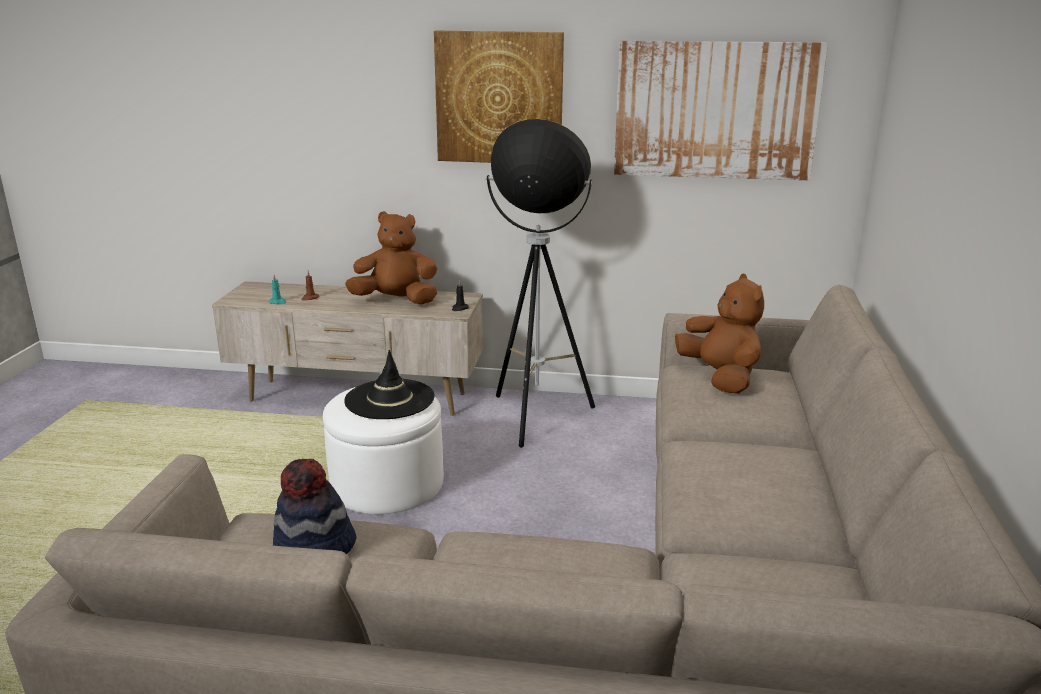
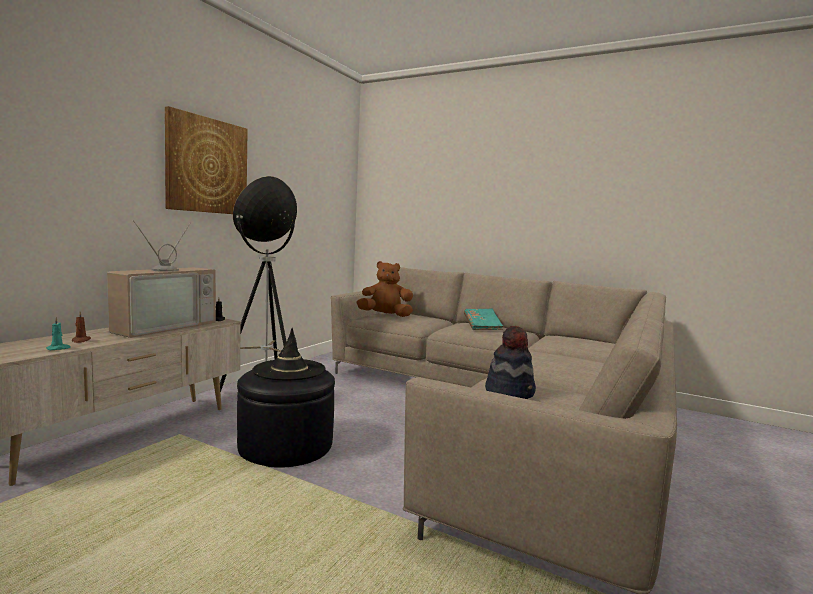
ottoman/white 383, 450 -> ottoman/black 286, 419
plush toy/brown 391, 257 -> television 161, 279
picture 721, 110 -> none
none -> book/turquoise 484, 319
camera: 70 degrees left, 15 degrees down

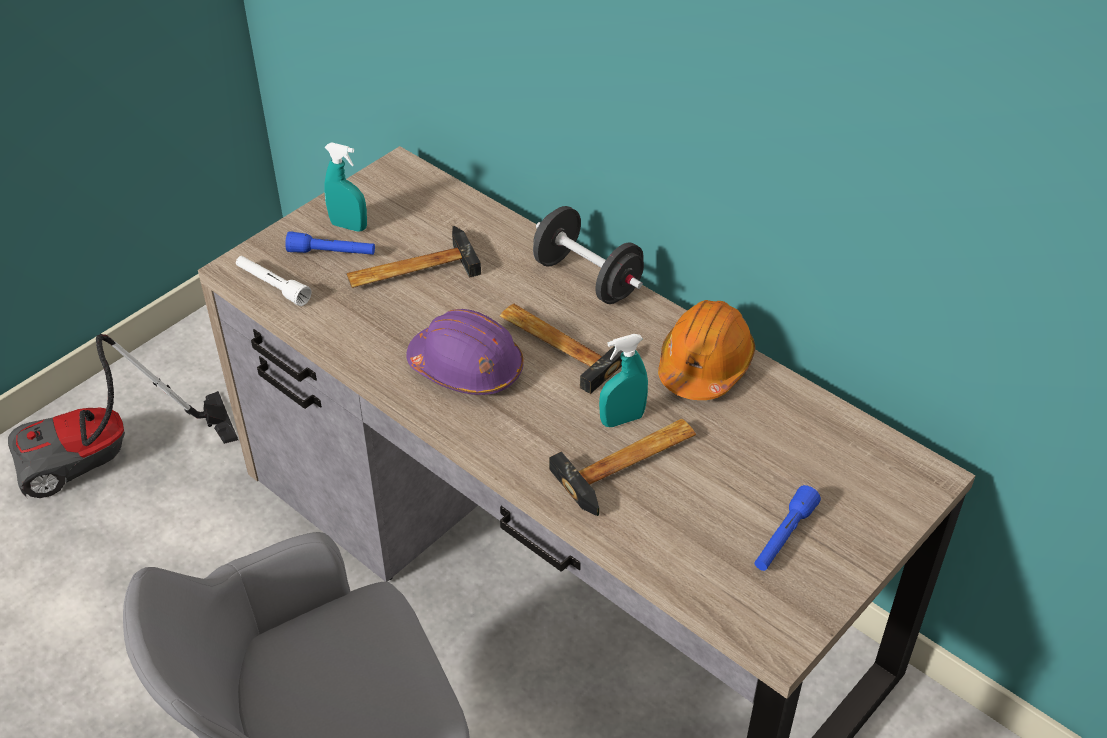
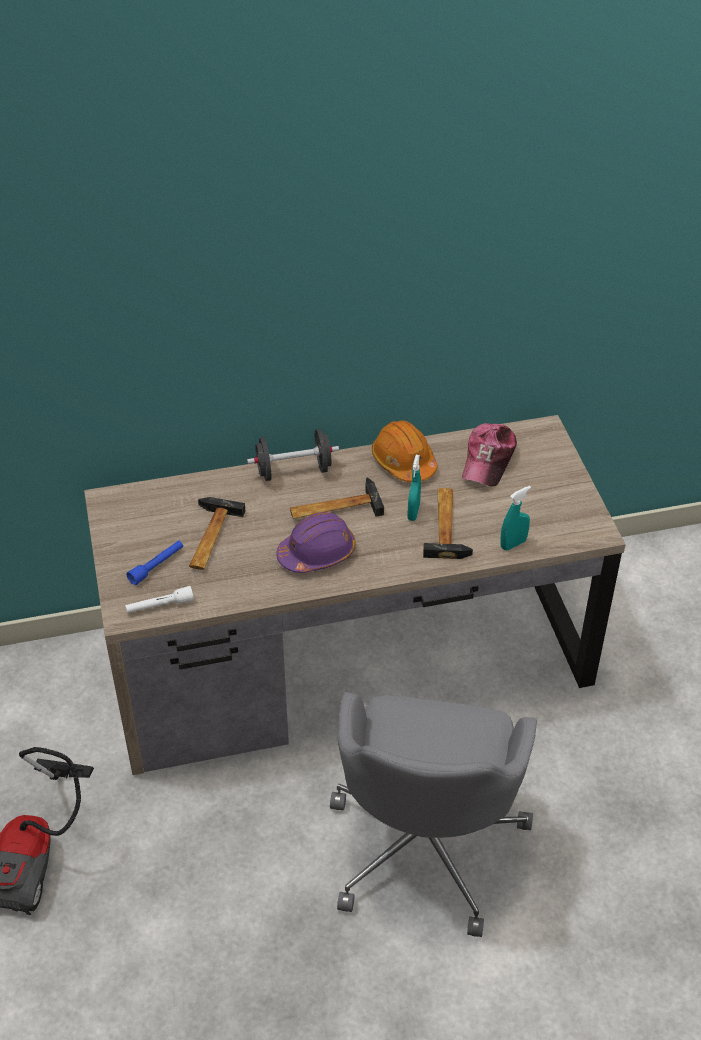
spray bottle/turquoise 345, 187 -> spray bottle/turquoise 515, 518, move
flashlight/blue 788, 528 -> none
none -> cap 489, 454
camera: 55 degrees left, 0 degrees up

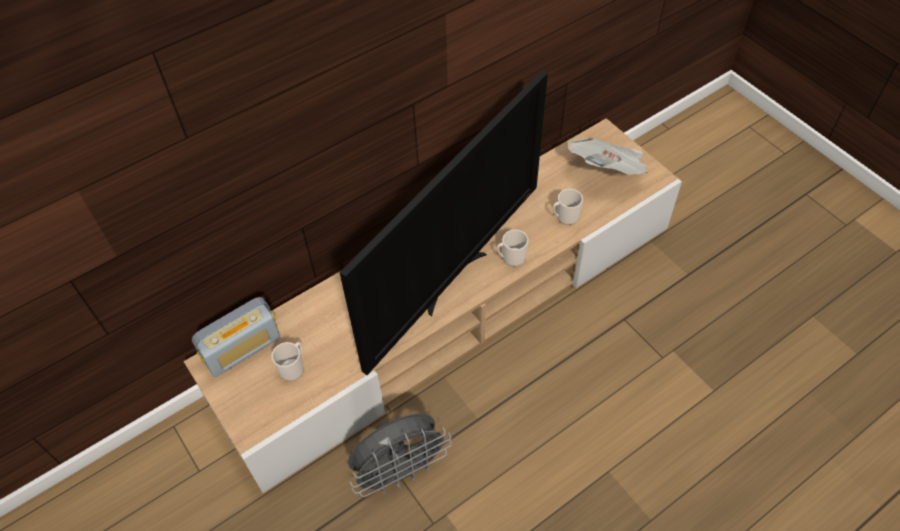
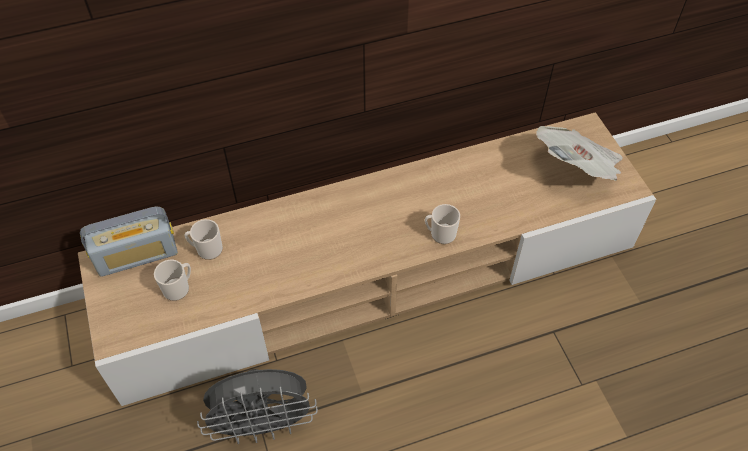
television 443, 223 -> none
mug 568, 207 -> mug 203, 239, move
camera: 15 degrees right, 0 degrees up

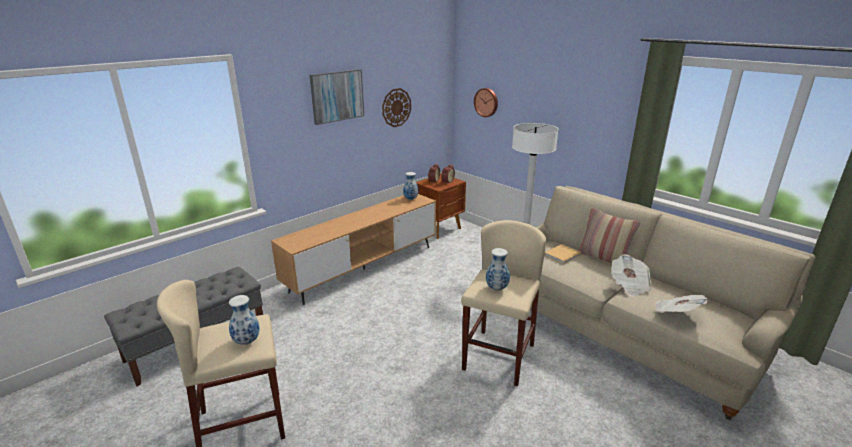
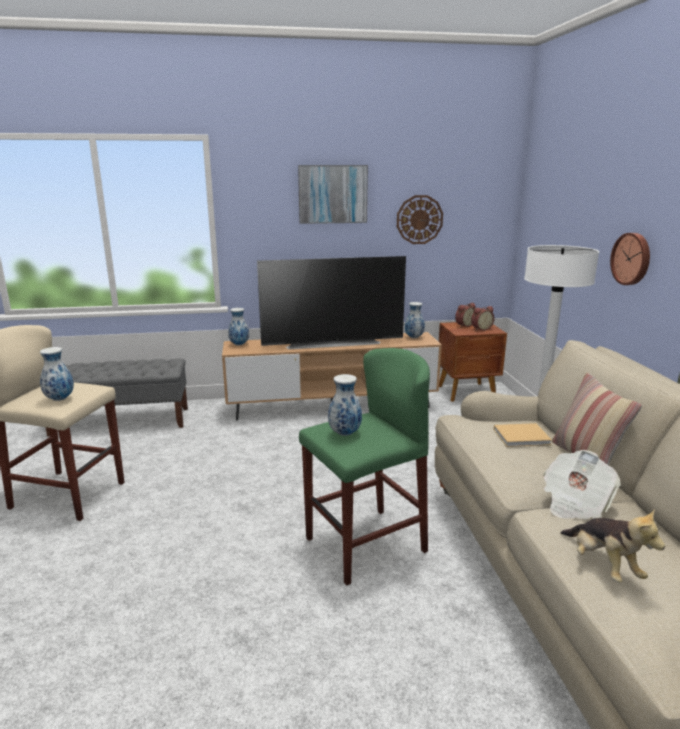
stool/beige 503, 303 -> stool/green 364, 467
wall clock 486, 102 -> wall clock 630, 259, move
newspaper 681, 303 -> plush toy 612, 546
none -> vase 238, 326
none -> television 331, 302
camera: 35 degrees right, 5 degrees down

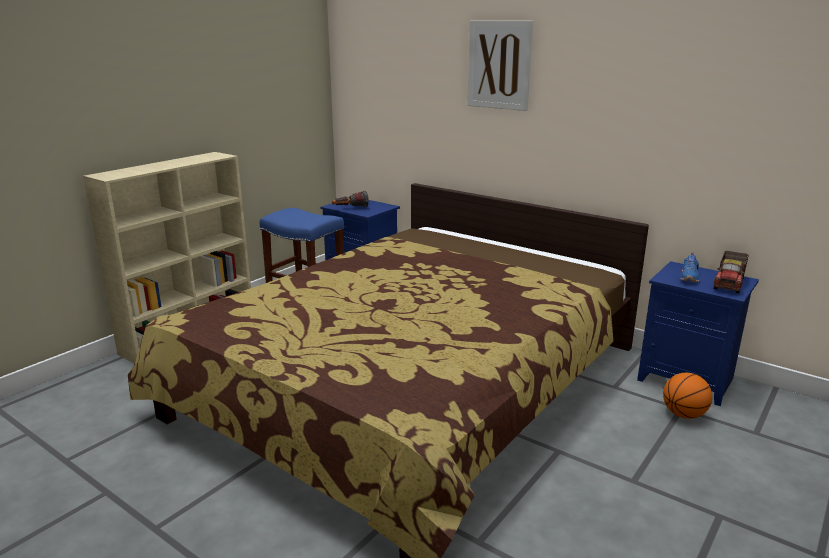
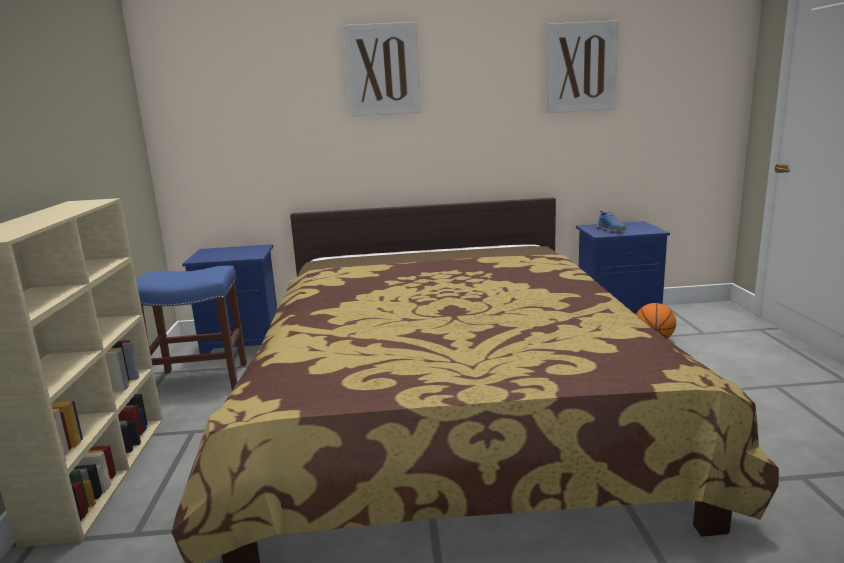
flashlight 350, 199 -> none
toy truck 731, 271 -> none
none -> picture 583, 67
camera: 40 degrees left, 5 degrees down

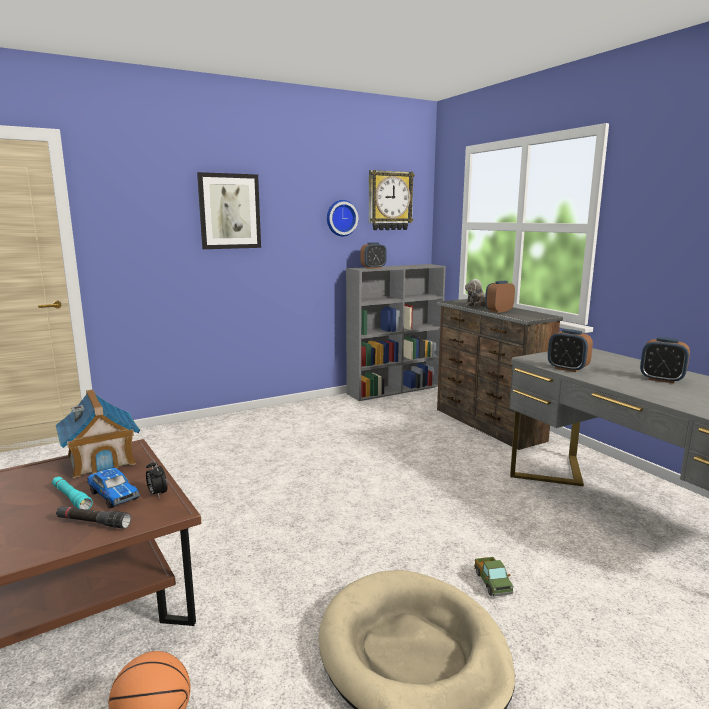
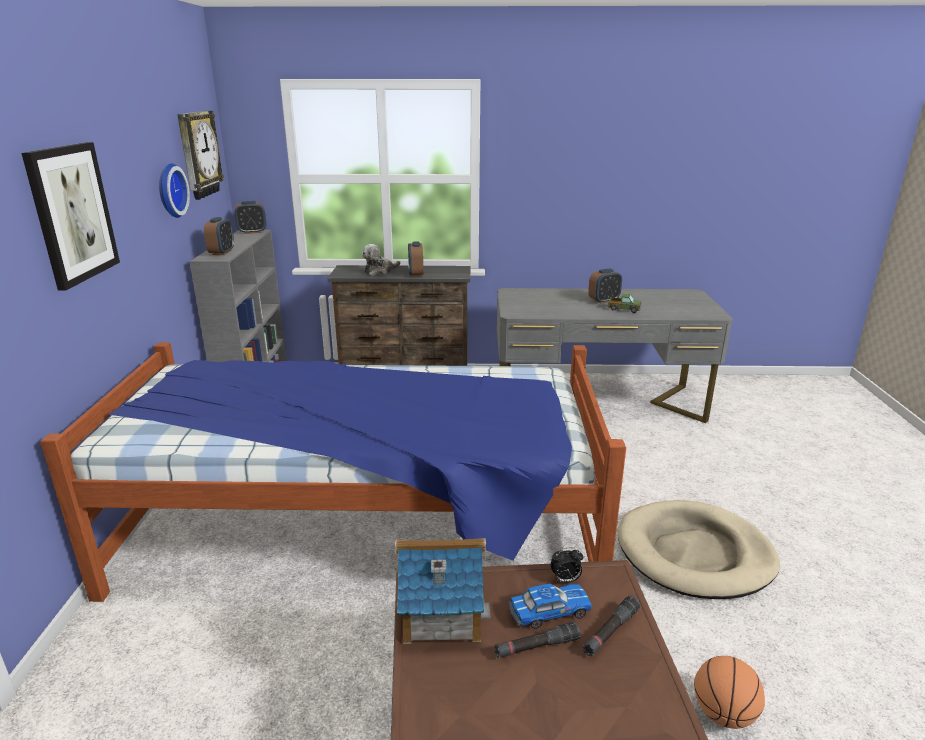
flashlight/turquoise 72, 493 -> flashlight/black 537, 640
toy truck 494, 576 -> toy truck 624, 303, move
alarm clock 570, 350 -> alarm clock 250, 217, move
none -> bed 333, 472
camera: 60 degrees left, 10 degrees up

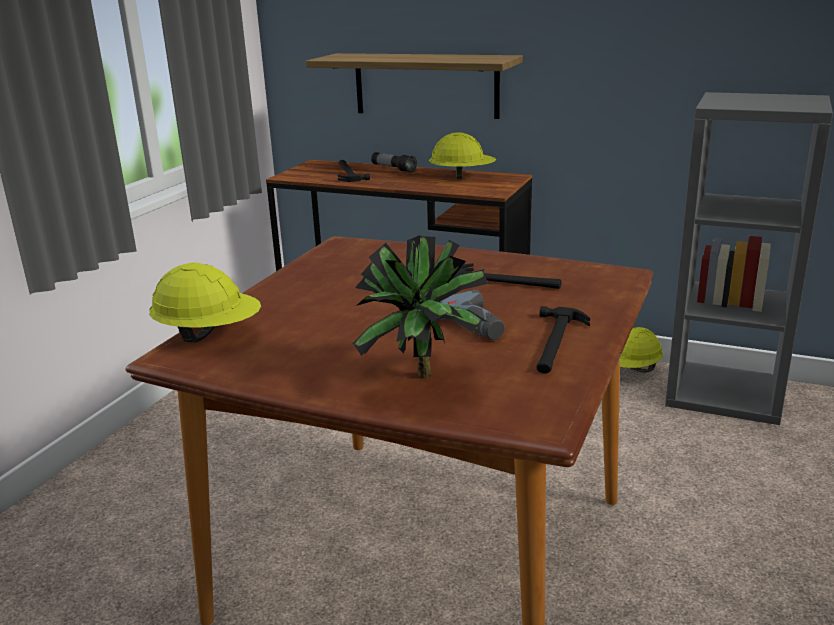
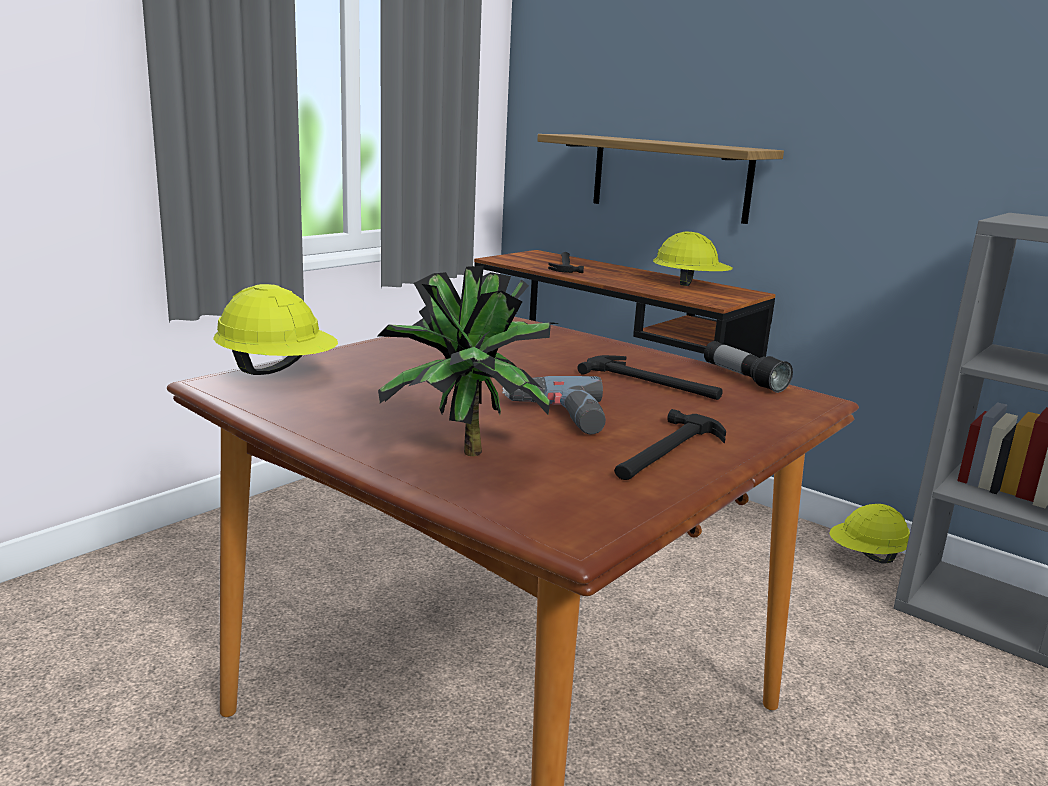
flashlight 394, 162 -> flashlight 748, 367, move
camera: 15 degrees right, 5 degrees down

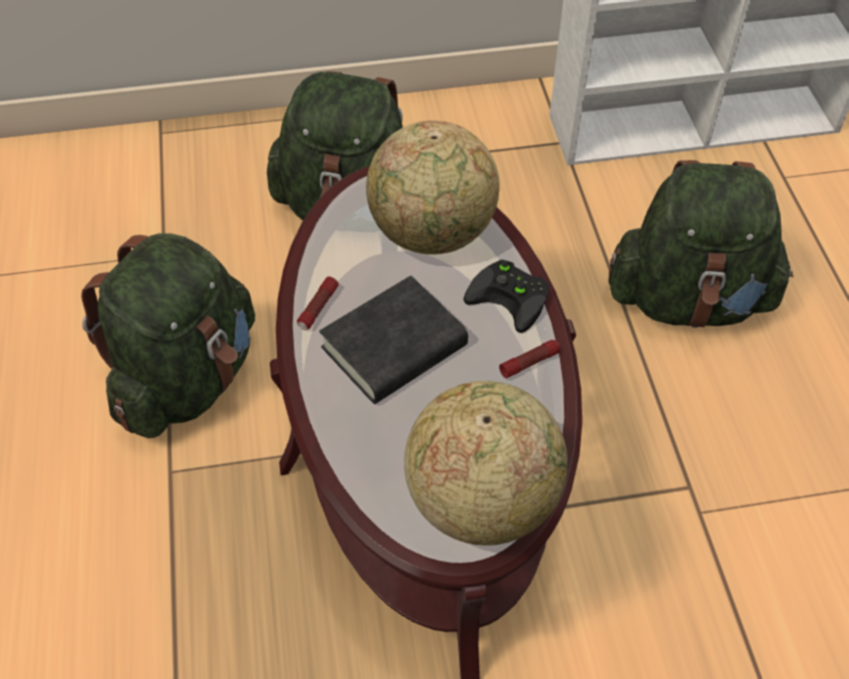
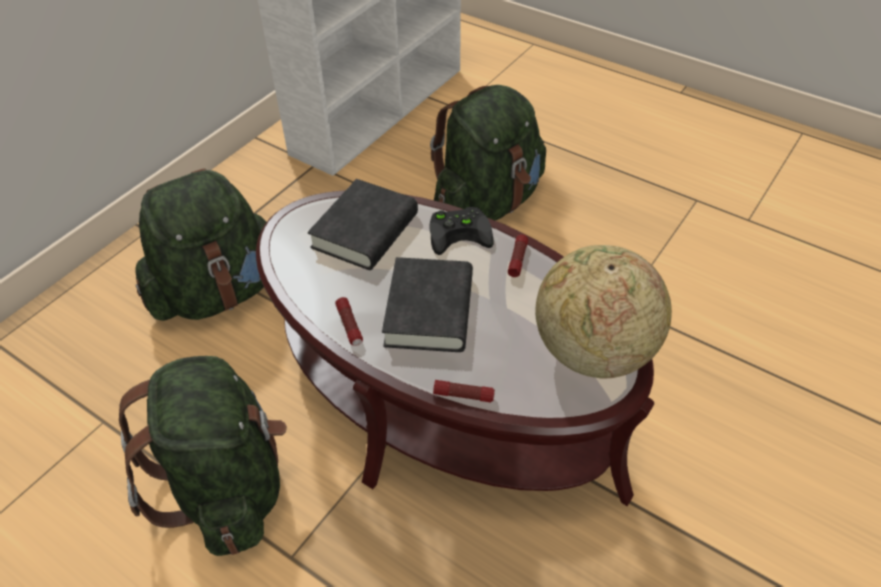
globe 433, 187 -> book/black 363, 224
none -> flashlight 464, 391
camera: 45 degrees left, 5 degrees down

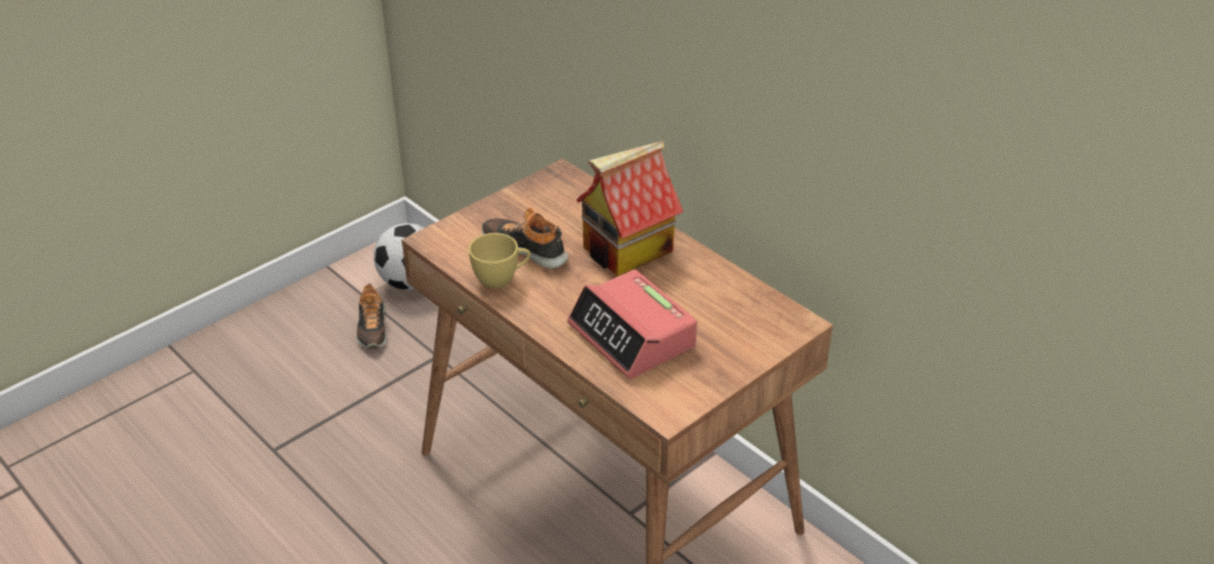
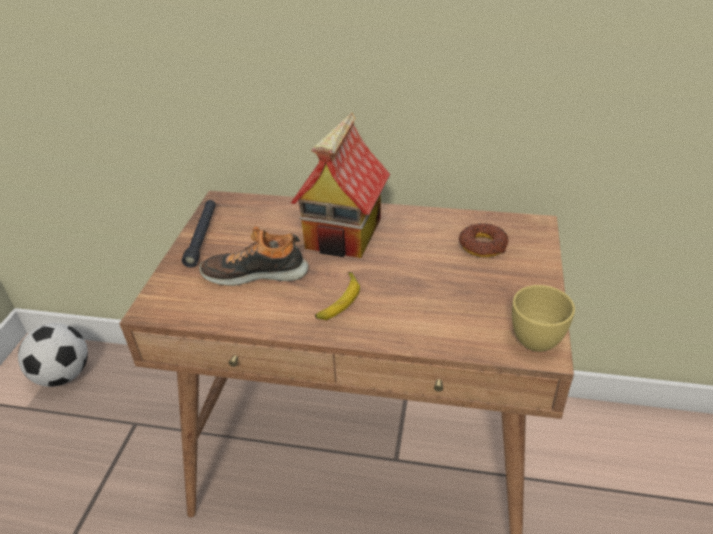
shoe 371, 316 -> none
cup/yellow 500, 260 -> cup/yellow 543, 318, move
alarm clock 632, 324 -> none
none -> flashlight/black 199, 234
none -> banana 337, 296
none -> donut 483, 240
camera: 35 degrees left, 0 degrees up

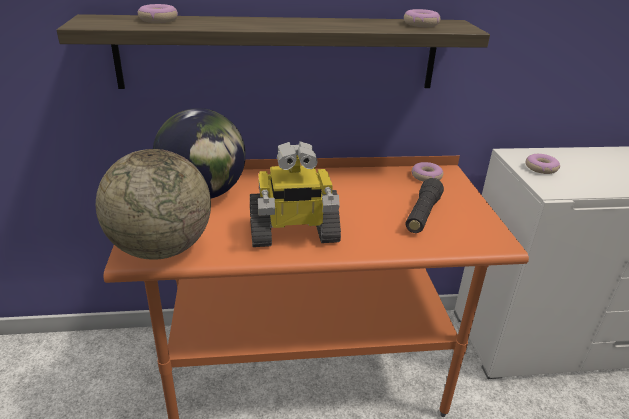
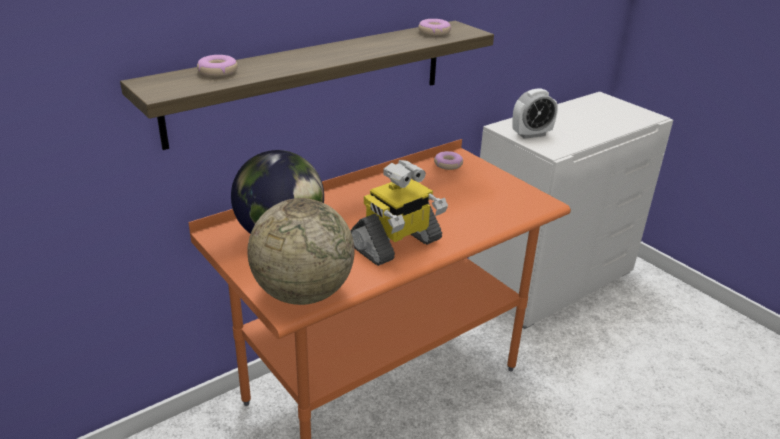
flashlight/black 424, 205 -> none
donut 543, 164 -> alarm clock 535, 113
camera: 30 degrees left, 0 degrees up

